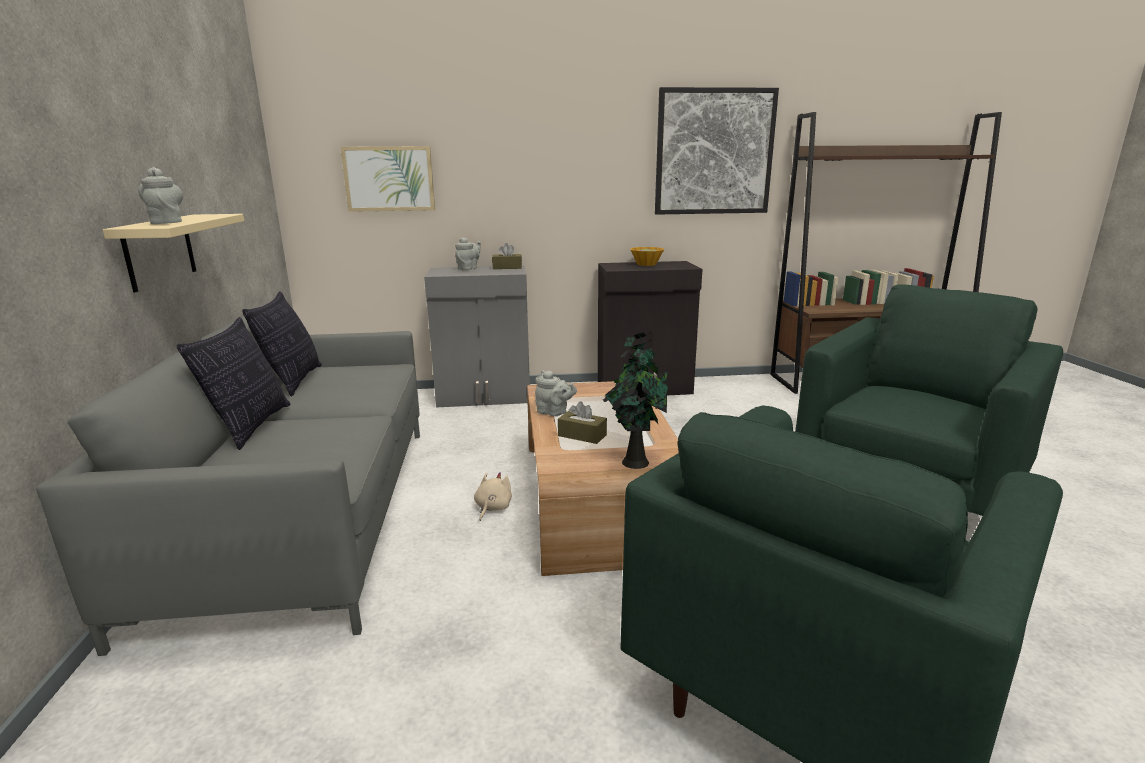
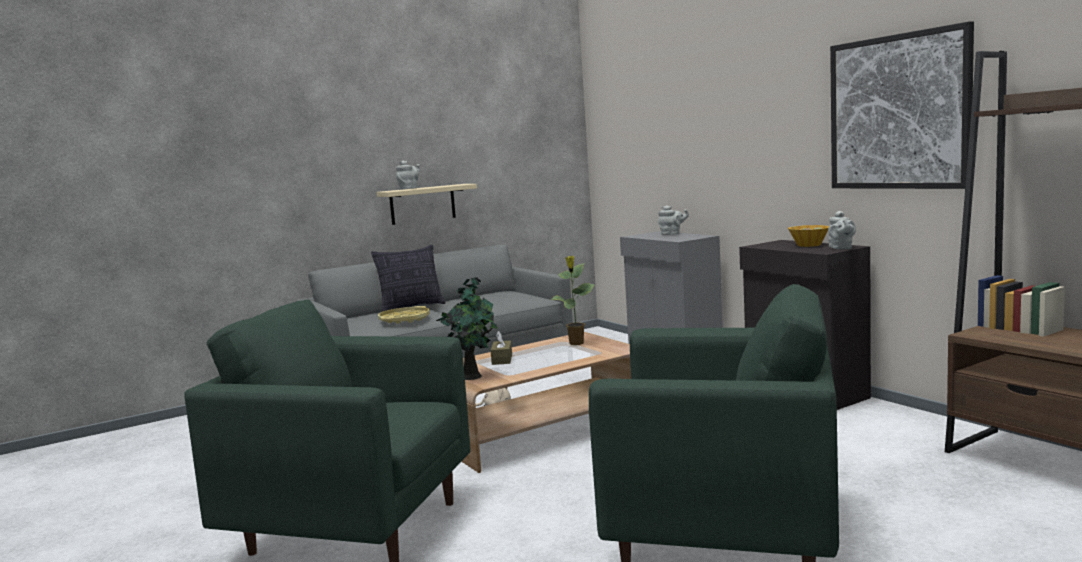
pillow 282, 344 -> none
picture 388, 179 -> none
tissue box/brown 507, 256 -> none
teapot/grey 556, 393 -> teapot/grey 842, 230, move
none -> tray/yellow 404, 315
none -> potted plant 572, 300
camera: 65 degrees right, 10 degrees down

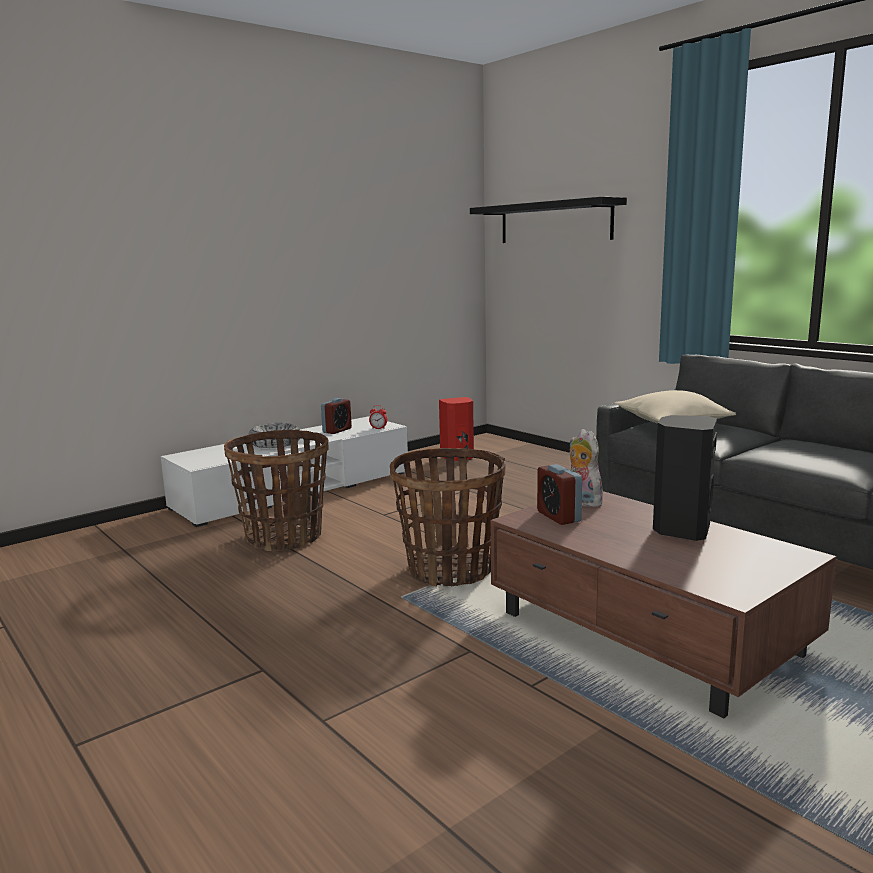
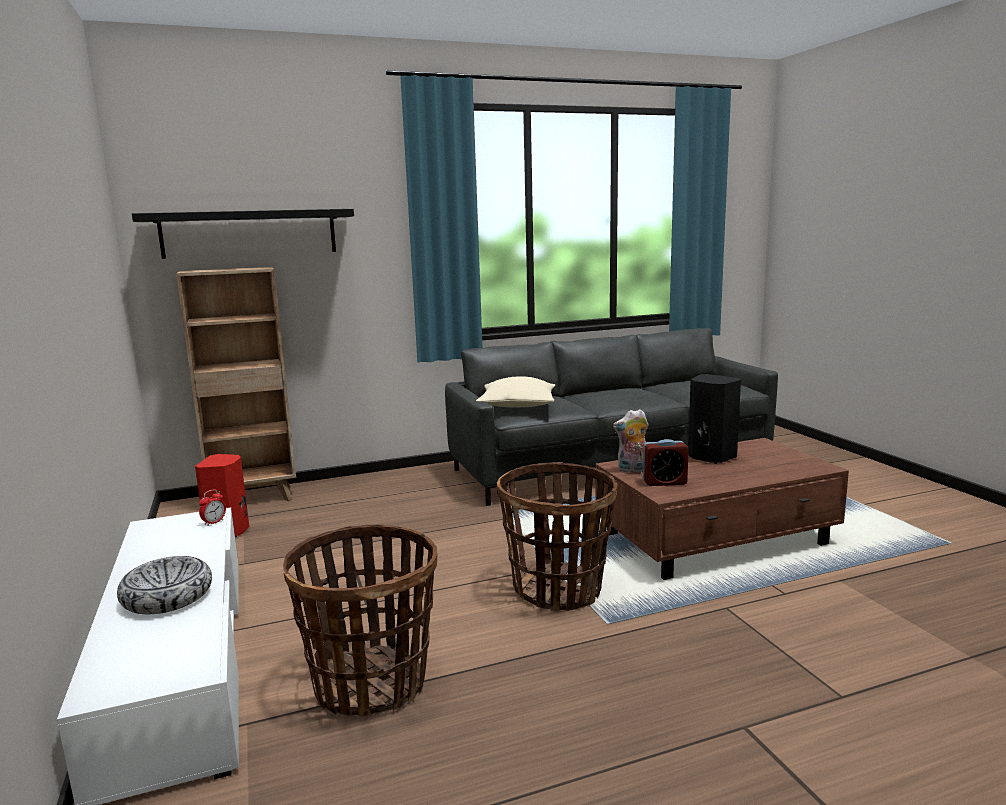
alarm clock 336, 416 -> none
none -> bookcase/brown 236, 384
camera: 70 degrees left, 0 degrees up

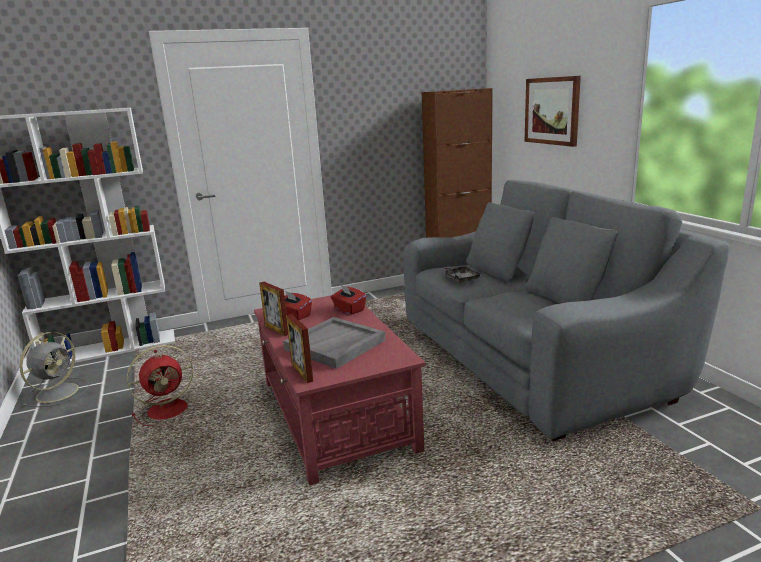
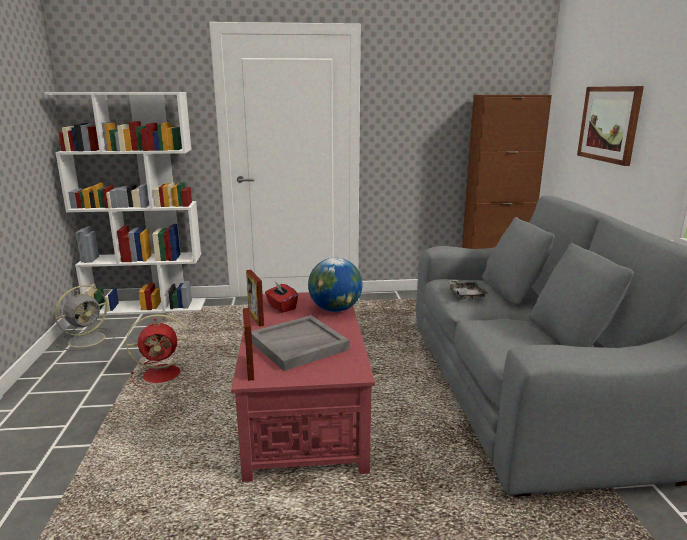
tissue box/red 348, 300 -> globe 335, 285
camera: 15 degrees right, 0 degrees up

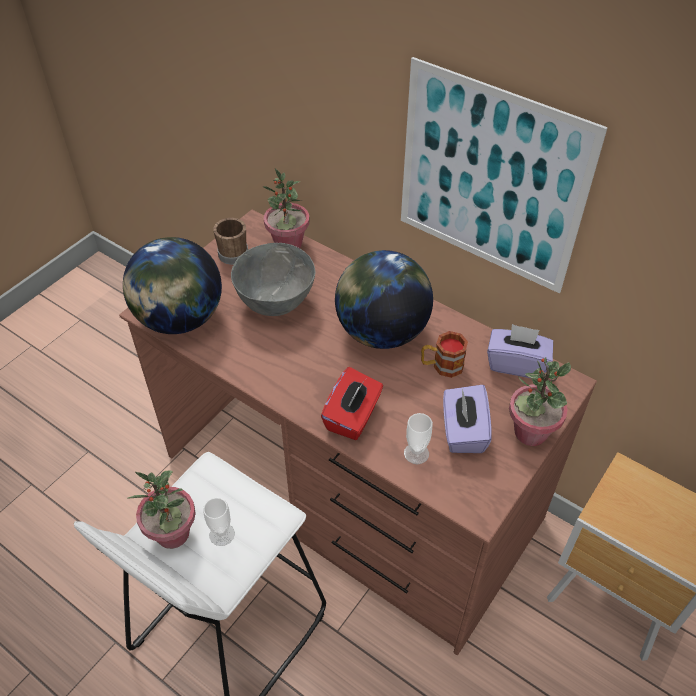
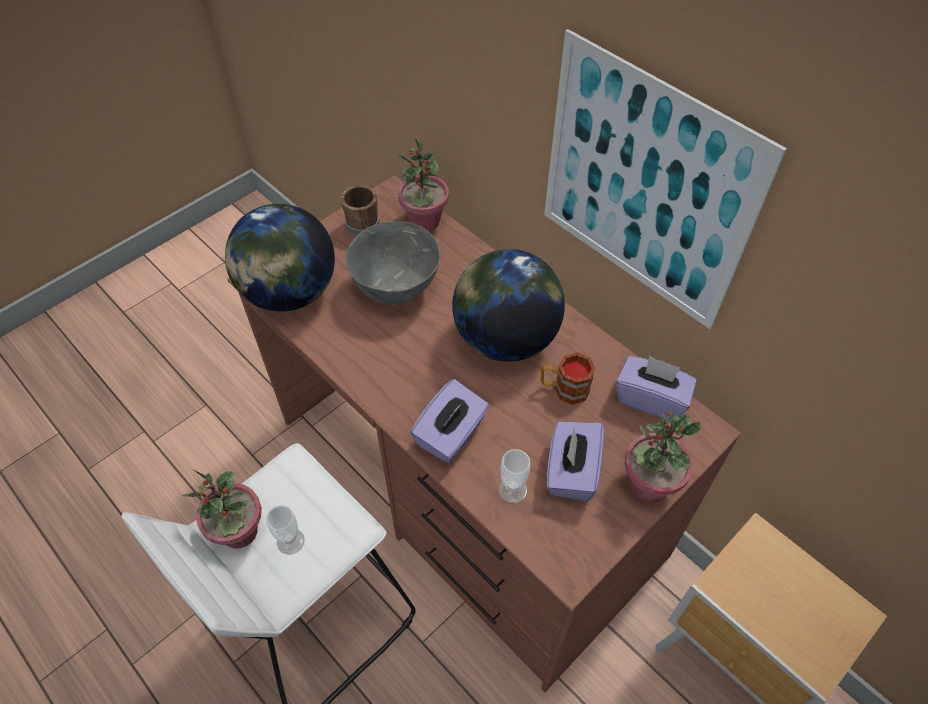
tissue box/red 352, 403 -> tissue box/purple 449, 421
camera: 10 degrees right, 5 degrees up

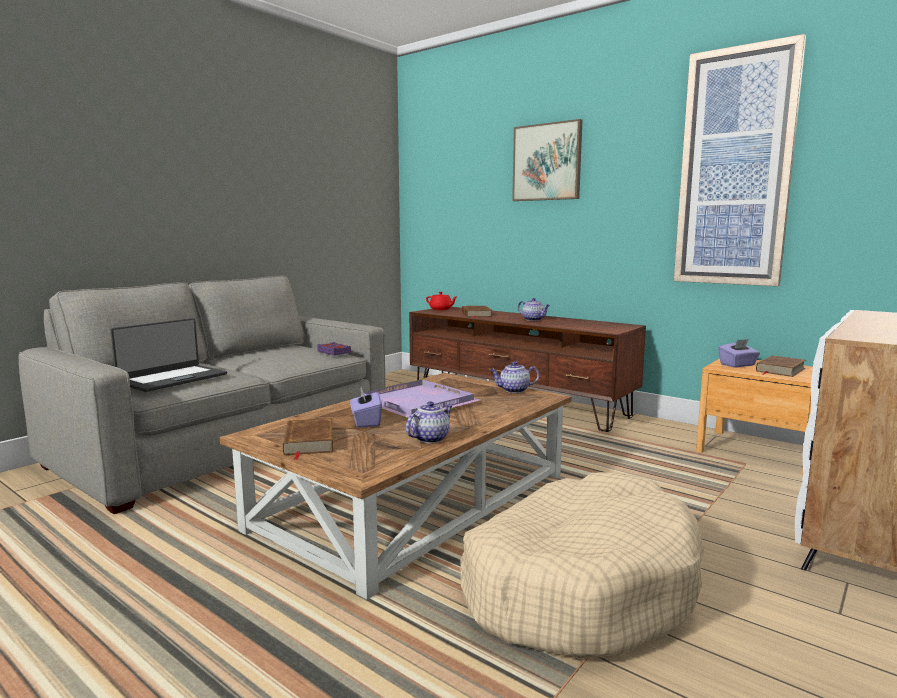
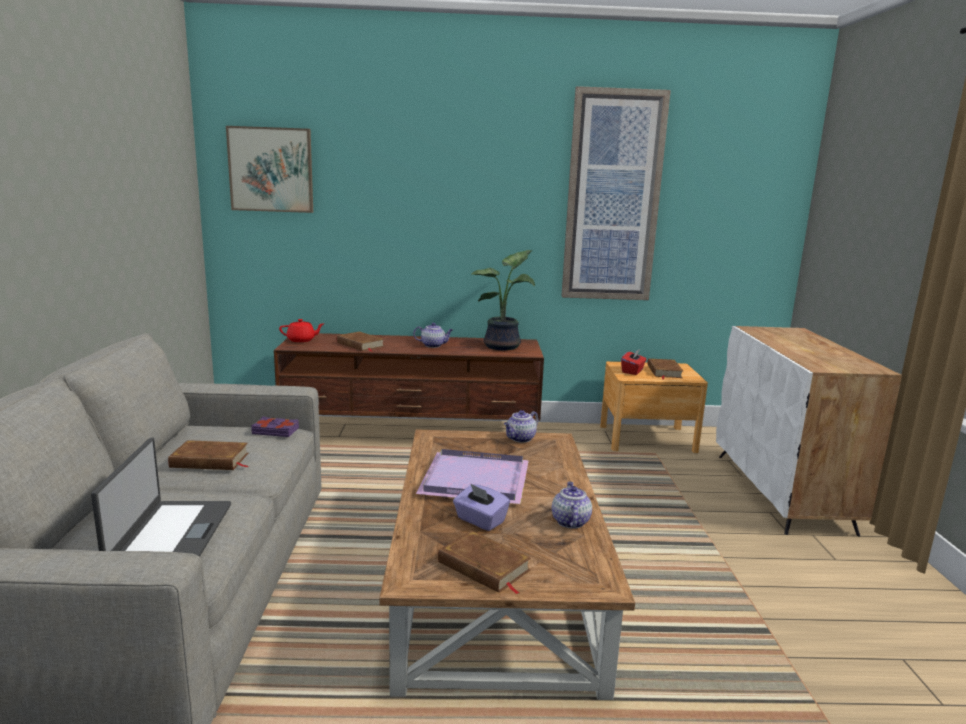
dog bed/beige 582, 565 -> none
picture 547, 160 -> picture 269, 169, move
tissue box/purple 739, 353 -> tissue box/red 634, 362
none -> book/brown 208, 455
none -> potted plant 503, 300
camera: 40 degrees left, 5 degrees up

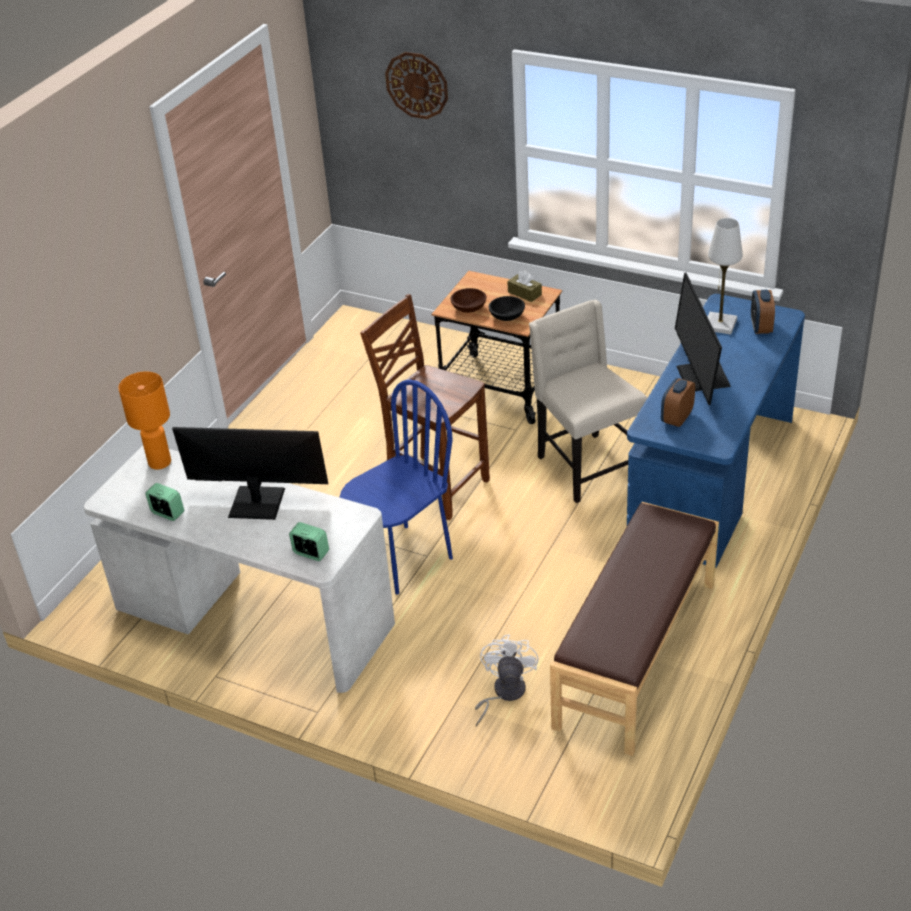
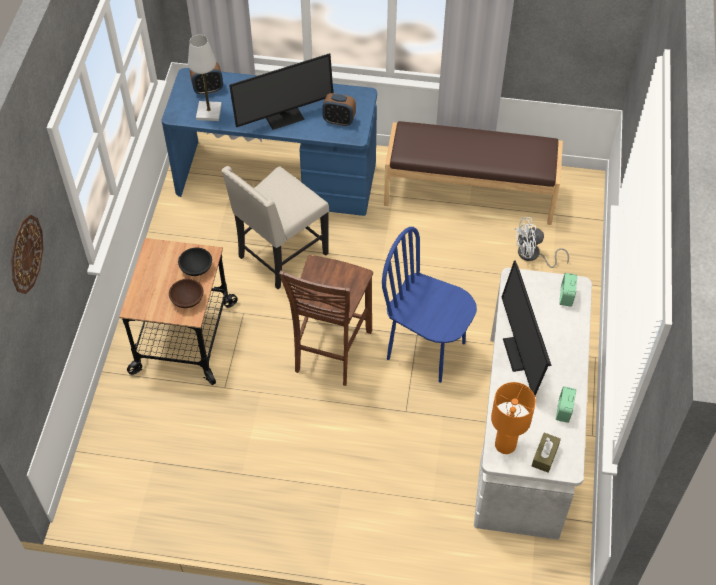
tissue box/brown 524, 286 -> tissue box/brown 546, 453, move
camera: 110 degrees left, 15 degrees up

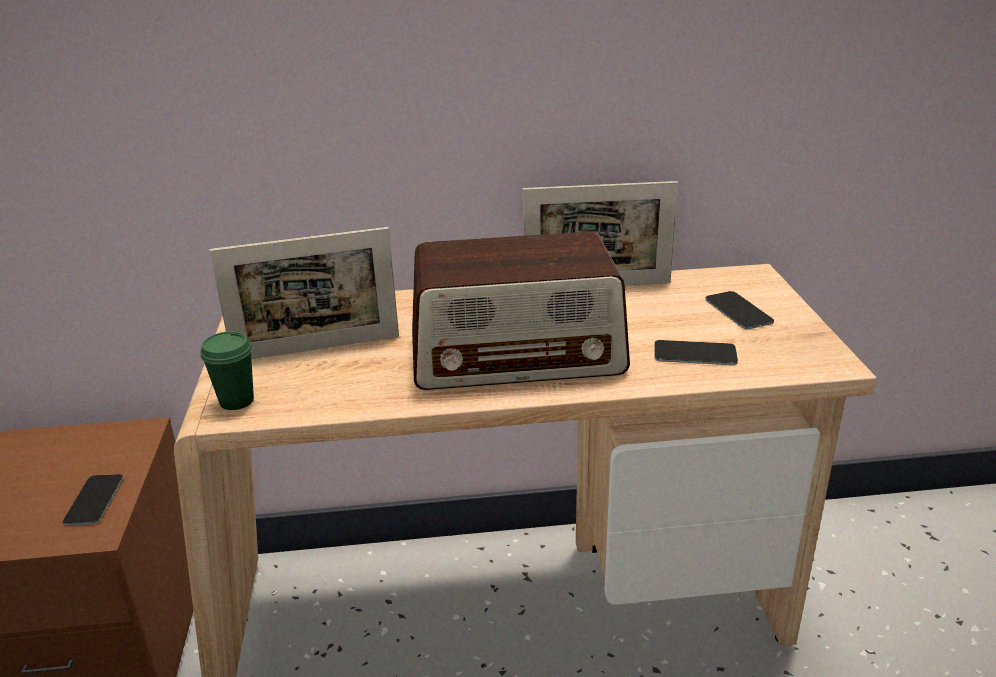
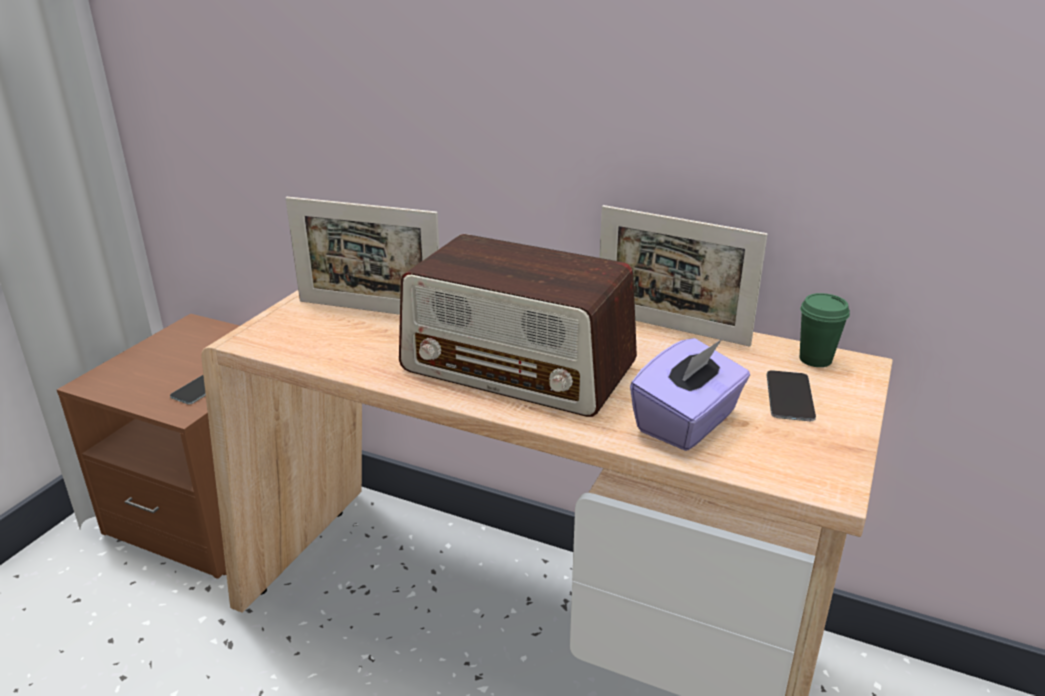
cup/green 227, 370 -> cup/green 825, 330, move
phone 696, 352 -> tissue box/purple 690, 394
camera: 30 degrees right, 0 degrees up

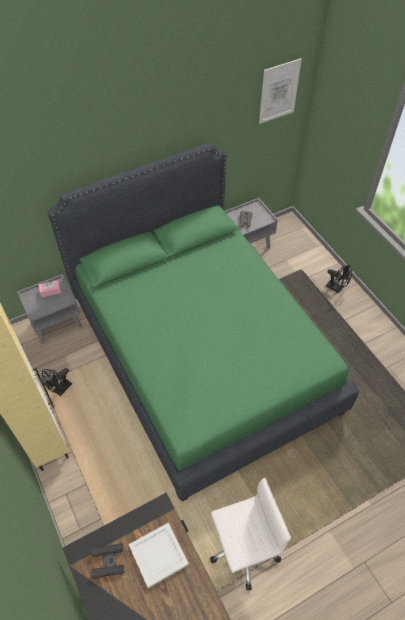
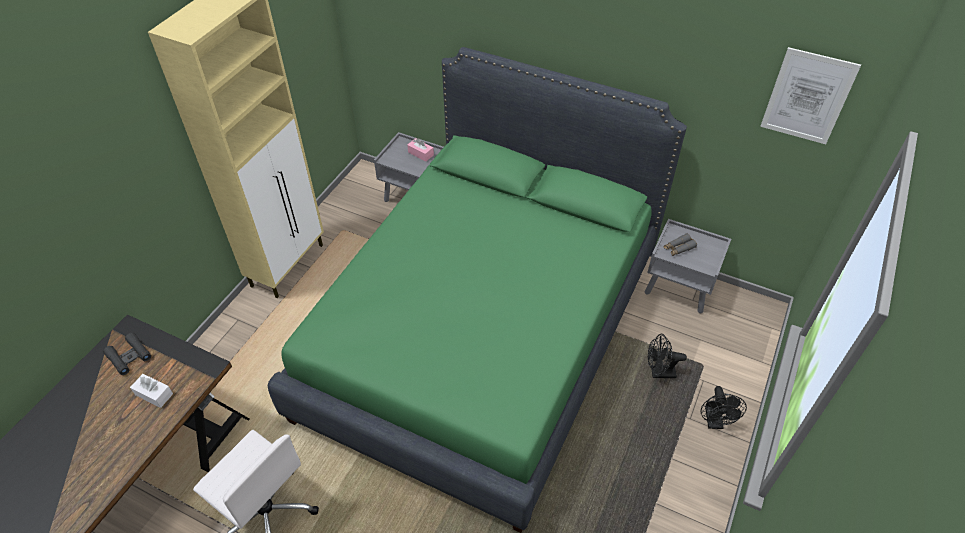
fan/black 57, 382 -> fan/black 667, 356, move
tray/white 159, 556 -> tissue box/white 151, 391
camera: 55 degrees right, 5 degrees down

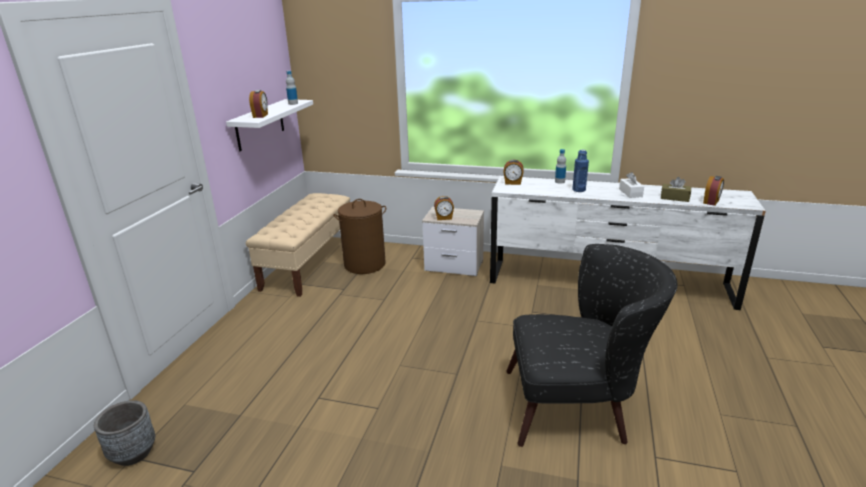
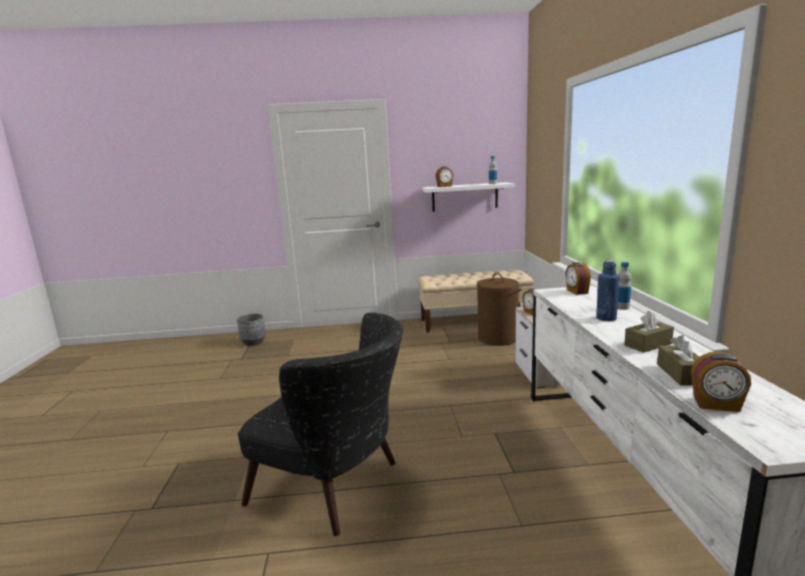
armchair/black 592, 345 -> armchair/black 320, 424, 45 degrees counterclockwise
tissue box/white 631, 185 -> tissue box/brown 649, 331
camera: 70 degrees right, 10 degrees down

